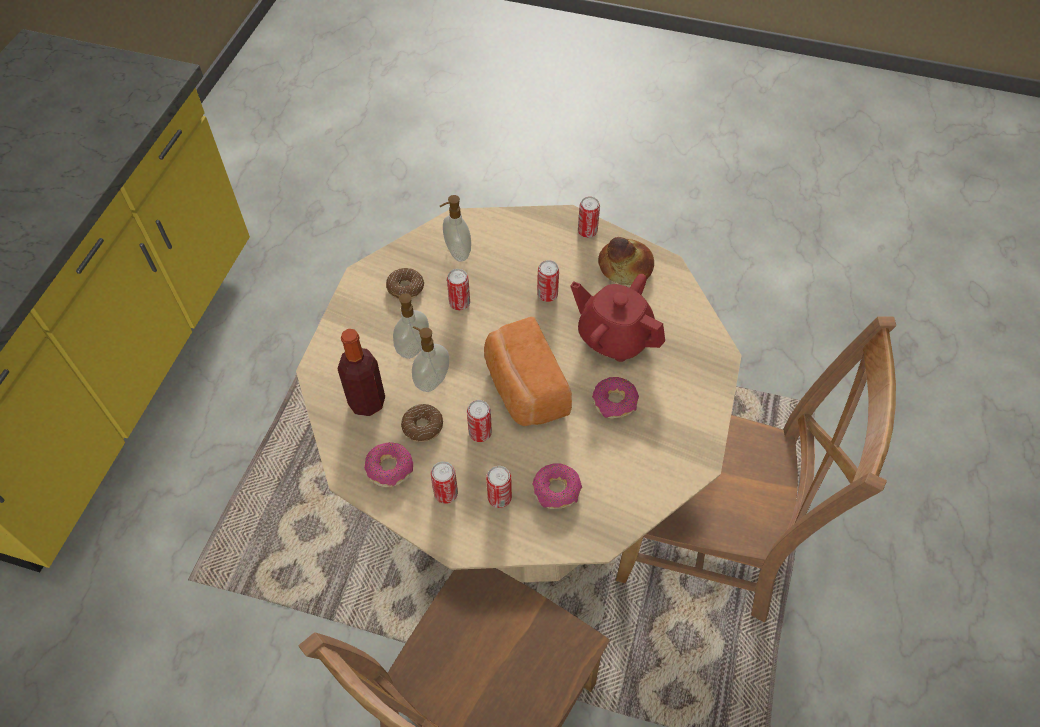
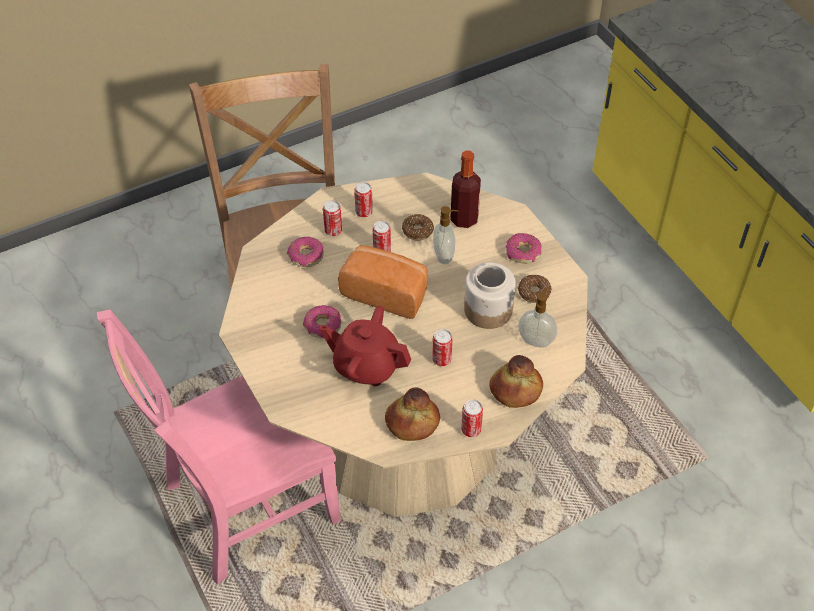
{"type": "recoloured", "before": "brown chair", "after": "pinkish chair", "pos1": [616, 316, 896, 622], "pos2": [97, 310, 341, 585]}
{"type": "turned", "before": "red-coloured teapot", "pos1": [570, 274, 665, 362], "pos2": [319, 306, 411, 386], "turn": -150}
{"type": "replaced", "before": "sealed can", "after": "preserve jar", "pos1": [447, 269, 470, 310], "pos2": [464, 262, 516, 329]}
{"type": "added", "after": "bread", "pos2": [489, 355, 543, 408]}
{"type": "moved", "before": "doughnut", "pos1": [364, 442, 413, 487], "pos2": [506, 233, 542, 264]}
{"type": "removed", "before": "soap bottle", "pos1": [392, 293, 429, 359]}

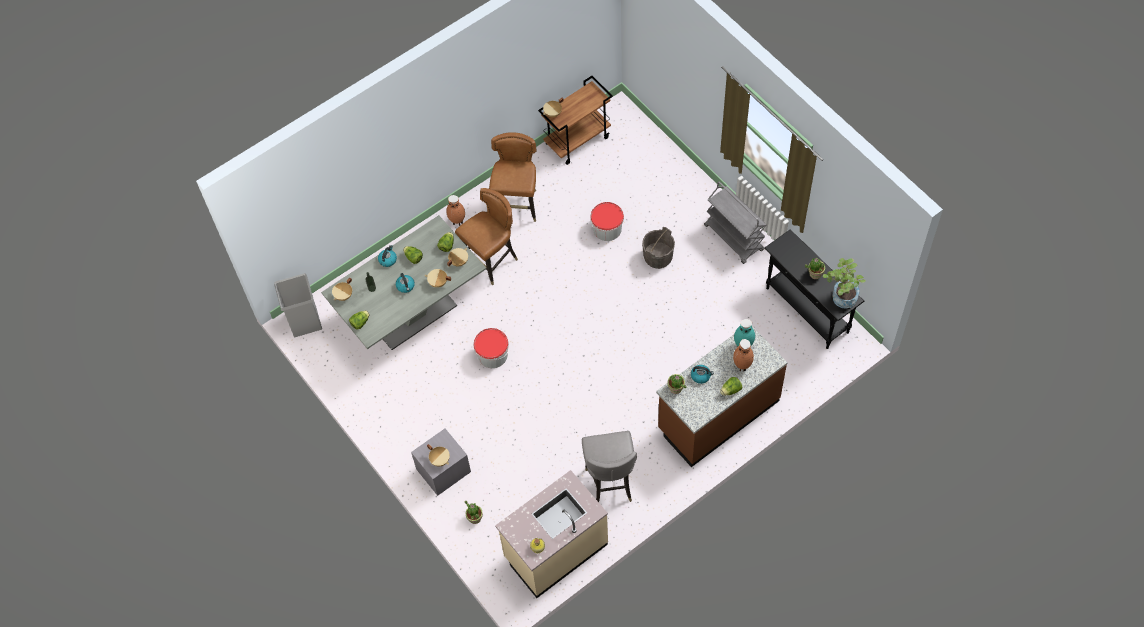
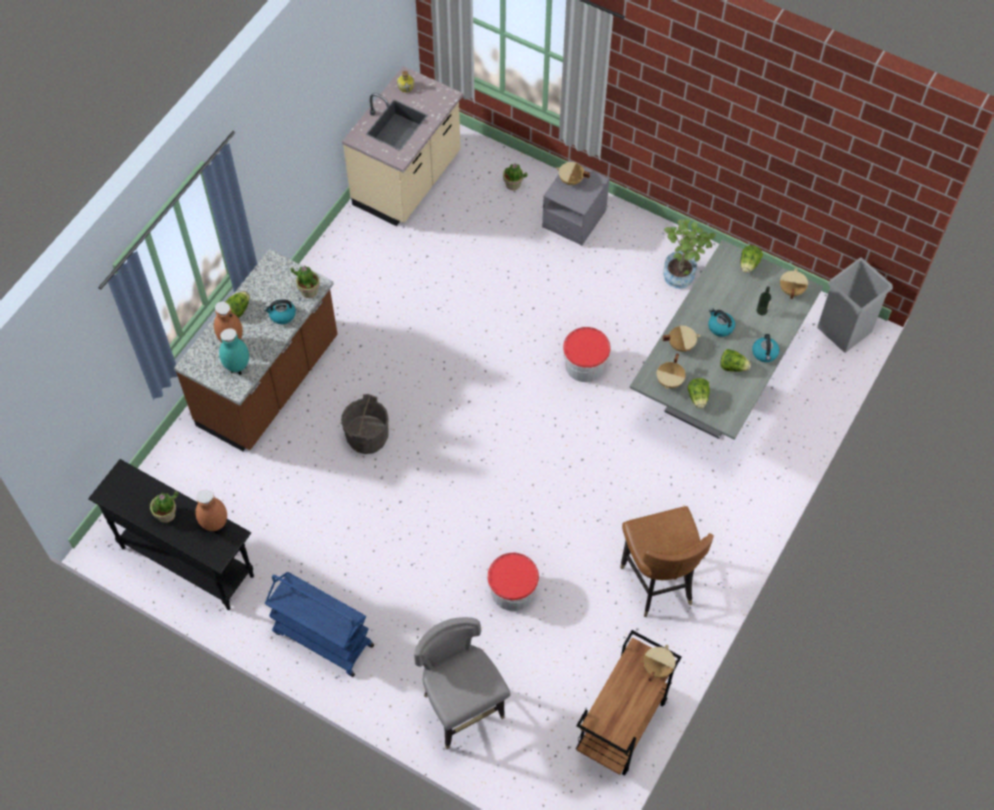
{"type": "moved", "before": "brown vase", "pos1": [446, 195, 465, 226], "pos2": [195, 490, 227, 534]}
{"type": "recoloured", "before": "greyish cart", "after": "blue cart", "pos1": [704, 182, 766, 264], "pos2": [265, 572, 374, 677]}
{"type": "moved", "before": "greyish pail", "pos1": [642, 227, 675, 269], "pos2": [341, 394, 389, 454]}
{"type": "moved", "before": "greyish chair", "pos1": [582, 431, 637, 502], "pos2": [414, 617, 511, 750]}
{"type": "moved", "before": "potted plant", "pos1": [823, 258, 866, 309], "pos2": [663, 219, 716, 289]}
{"type": "removed", "before": "brown chair", "pos1": [455, 188, 518, 285]}

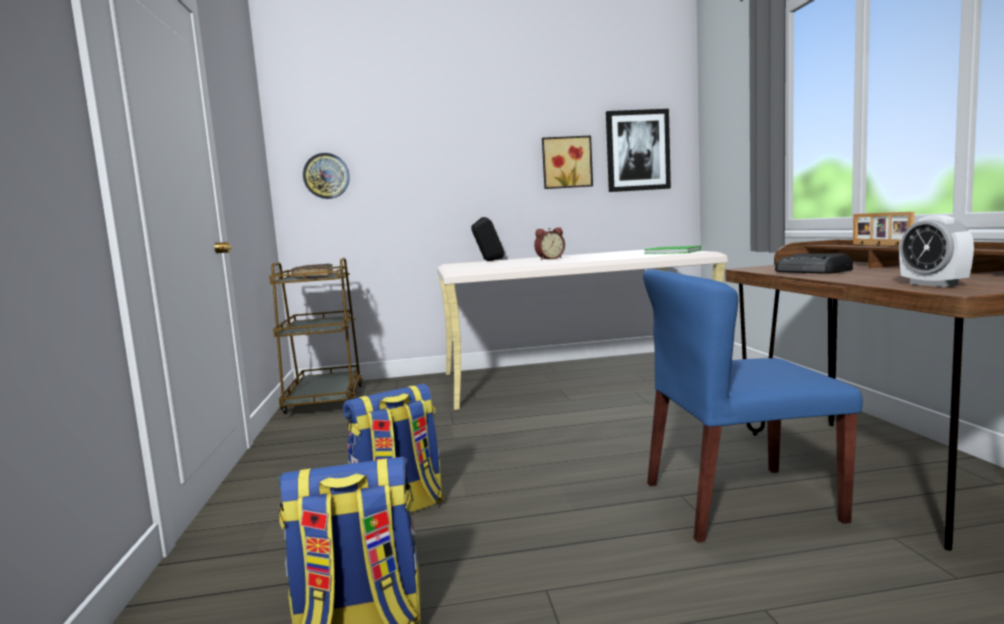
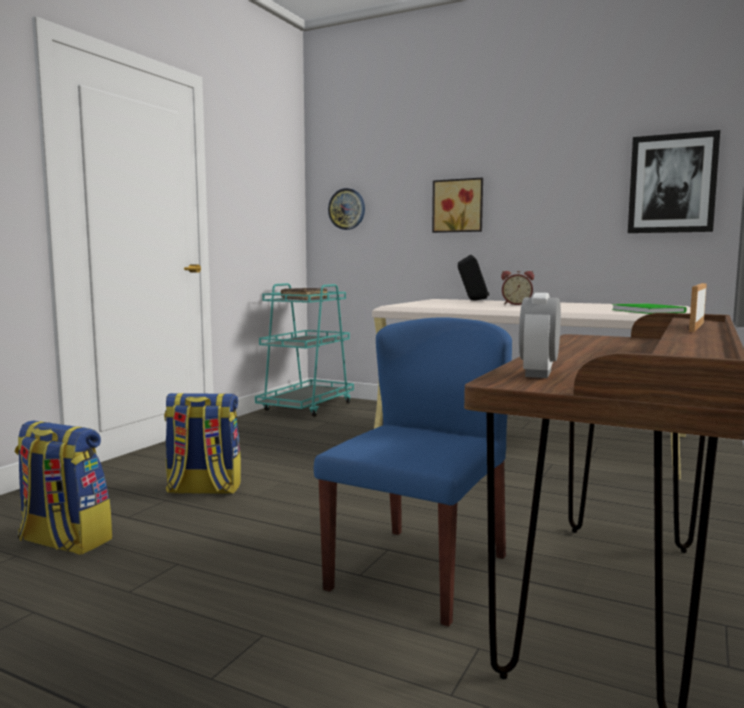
{"type": "recoloured", "before": "brown cart", "after": "blue-green cart", "pos1": [269, 258, 363, 414], "pos2": [255, 283, 354, 417]}
{"type": "turned", "before": "blue chair", "pos1": [643, 269, 863, 543], "pos2": [314, 317, 512, 627], "turn": 90}
{"type": "moved", "before": "picture", "pos1": [542, 136, 593, 189], "pos2": [432, 178, 483, 233]}
{"type": "removed", "before": "radio set", "pos1": [775, 253, 853, 274]}

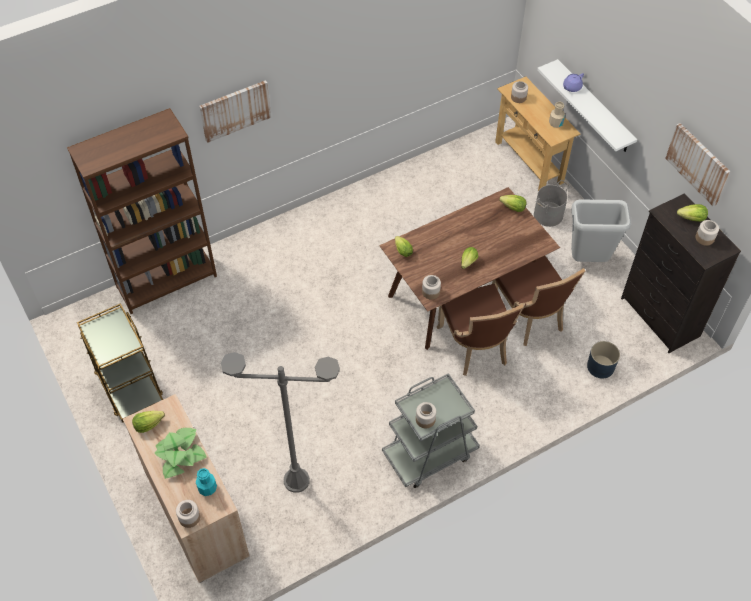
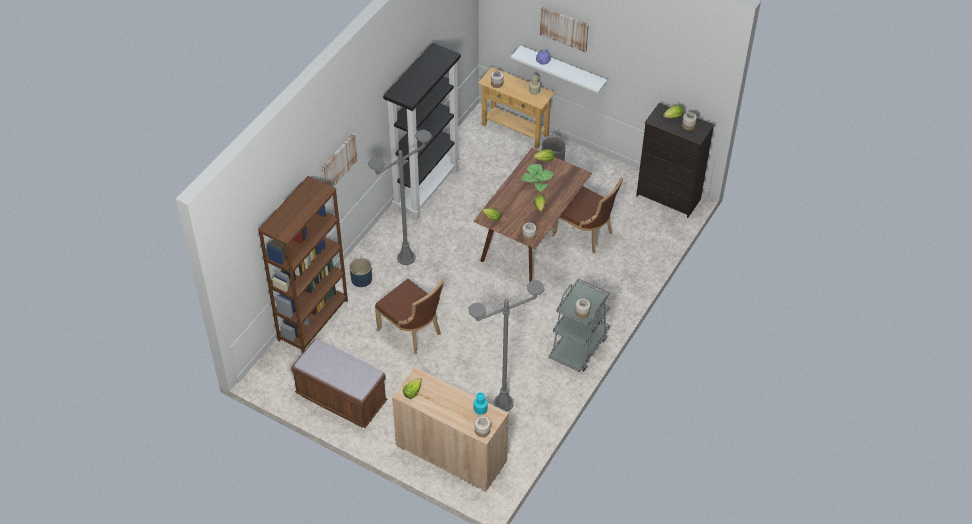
{"type": "replaced", "before": "brown cart", "after": "brown bench", "pos1": [77, 303, 163, 423], "pos2": [291, 339, 387, 428]}
{"type": "moved", "before": "blue flower pot", "pos1": [587, 341, 620, 378], "pos2": [349, 258, 372, 287]}
{"type": "added", "after": "greyish floor lamp", "pos2": [368, 129, 432, 265]}
{"type": "moved", "before": "brown chair", "pos1": [437, 284, 524, 376], "pos2": [375, 279, 444, 354]}
{"type": "added", "after": "blackish bookcase", "pos2": [383, 43, 461, 220]}
{"type": "moved", "before": "potted plant", "pos1": [154, 428, 207, 479], "pos2": [521, 164, 554, 192]}
{"type": "moved", "before": "picture", "pos1": [665, 123, 730, 206], "pos2": [540, 6, 589, 52]}
{"type": "removed", "before": "greyish trash can", "pos1": [571, 200, 631, 262]}

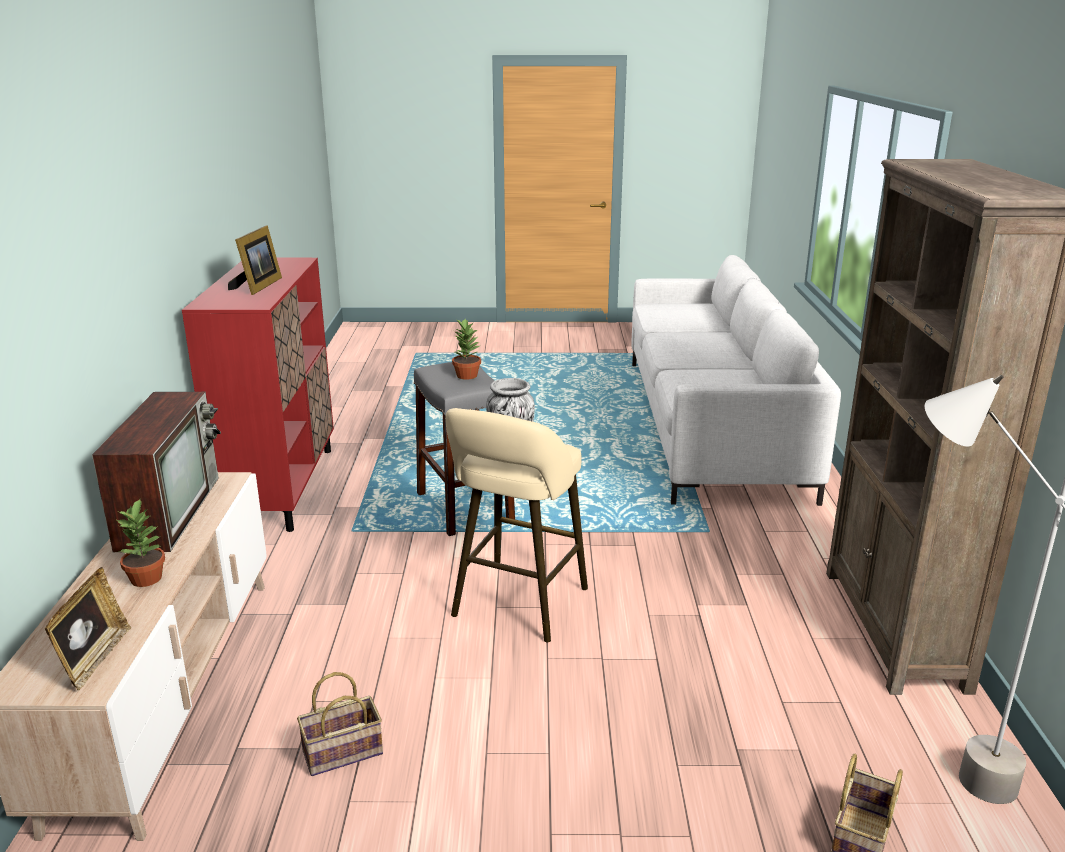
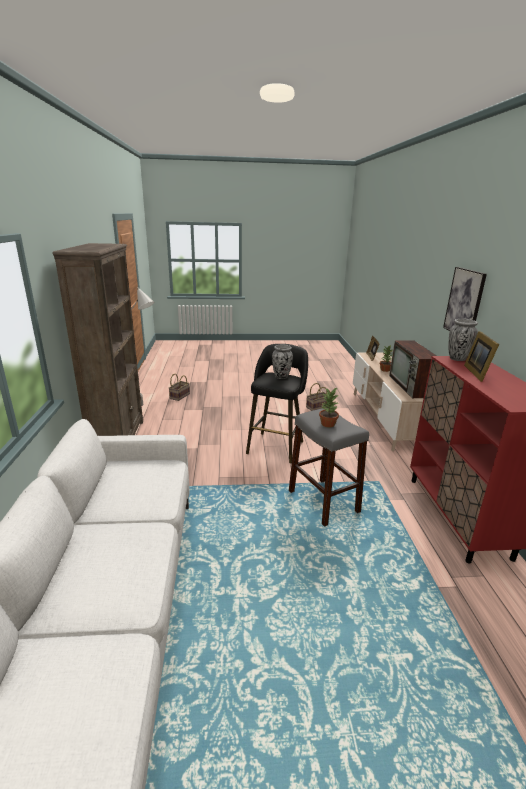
{"type": "recoloured", "before": "beige-coloured stool", "after": "blackish stool", "pos1": [445, 408, 588, 642], "pos2": [246, 344, 308, 463]}
{"type": "added", "after": "picture", "pos2": [443, 267, 487, 331]}
{"type": "added", "after": "vase", "pos2": [448, 319, 478, 361]}

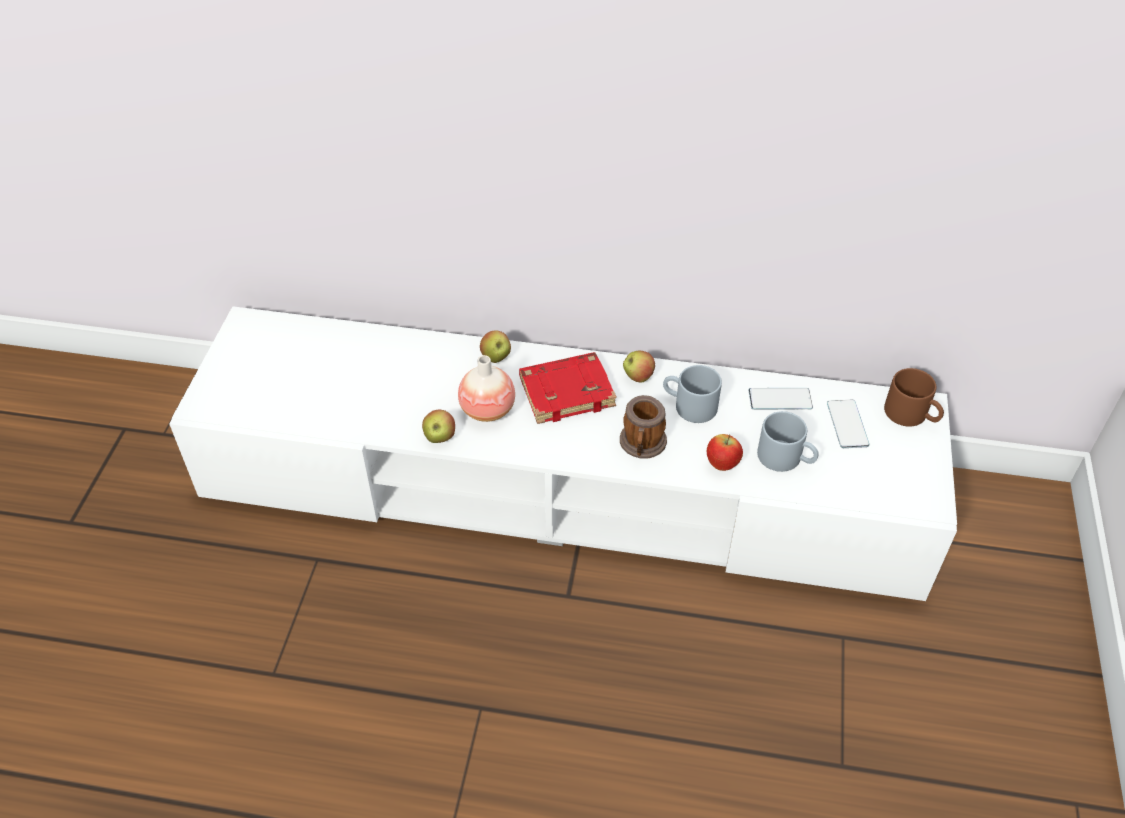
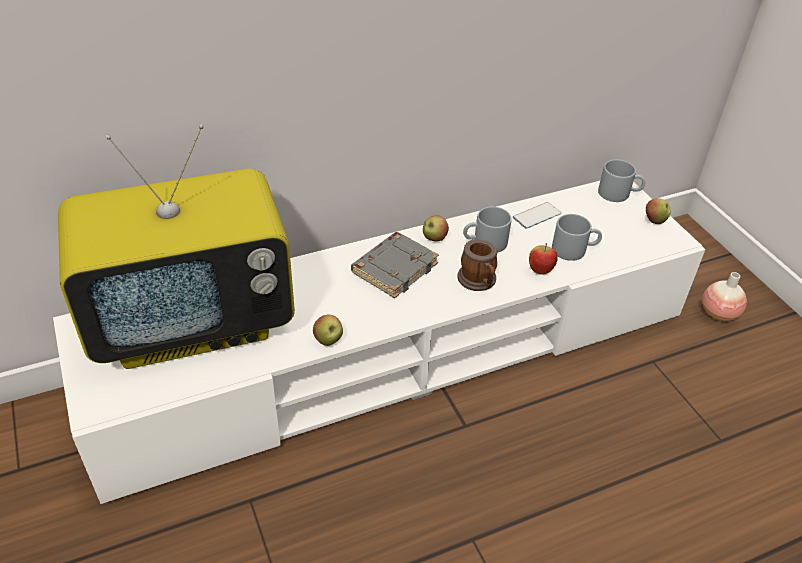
{"type": "added", "after": "television", "pos2": [58, 124, 295, 369]}
{"type": "recoloured", "before": "red-coloured book", "after": "greyish book", "pos1": [519, 352, 617, 424], "pos2": [351, 232, 439, 299]}
{"type": "recoloured", "before": "brown coffee mug", "after": "greyish coffee mug", "pos1": [884, 368, 944, 427], "pos2": [598, 160, 645, 202]}
{"type": "moved", "before": "apple fruit", "pos1": [480, 330, 511, 363], "pos2": [646, 198, 671, 224]}
{"type": "moved", "before": "vase", "pos1": [458, 355, 515, 422], "pos2": [702, 272, 747, 321]}
{"type": "removed", "before": "telephone", "pos1": [827, 400, 870, 448]}

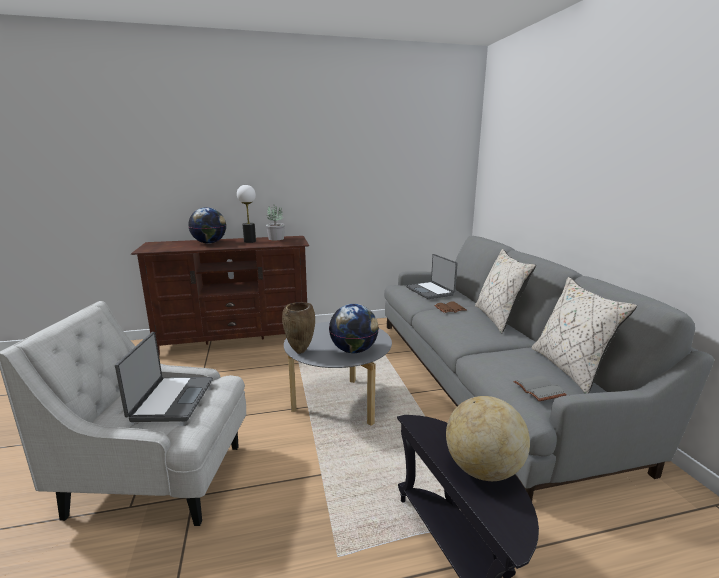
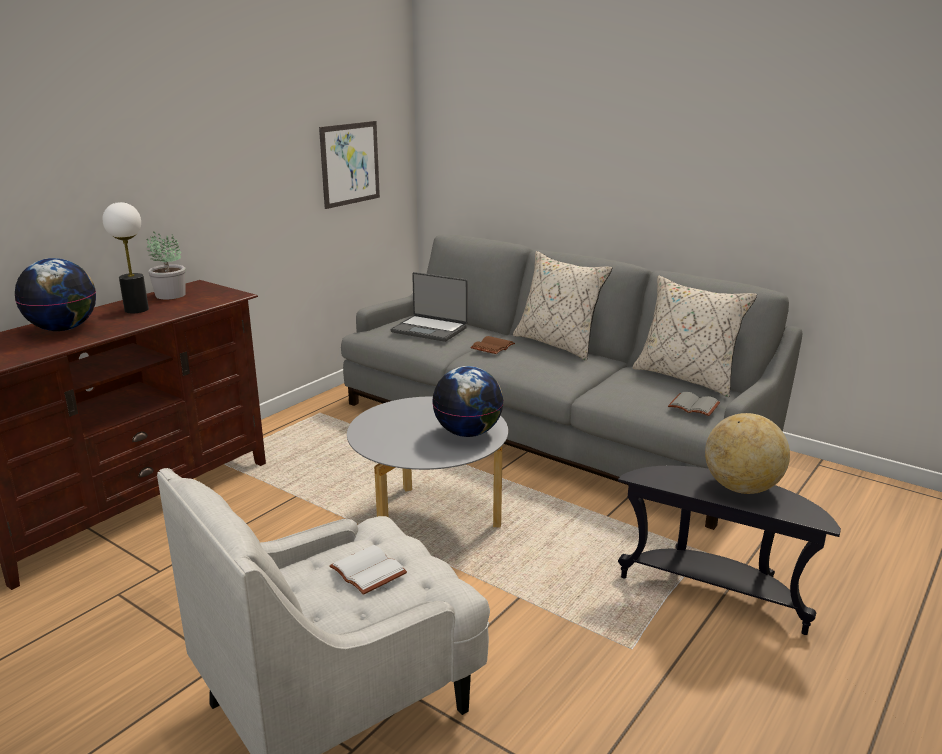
{"type": "added", "after": "picture", "pos2": [319, 121, 380, 209]}
{"type": "replaced", "before": "laptop", "after": "whitish book", "pos1": [115, 332, 213, 422], "pos2": [329, 545, 407, 595]}
{"type": "removed", "before": "brown vase", "pos1": [282, 302, 315, 354]}

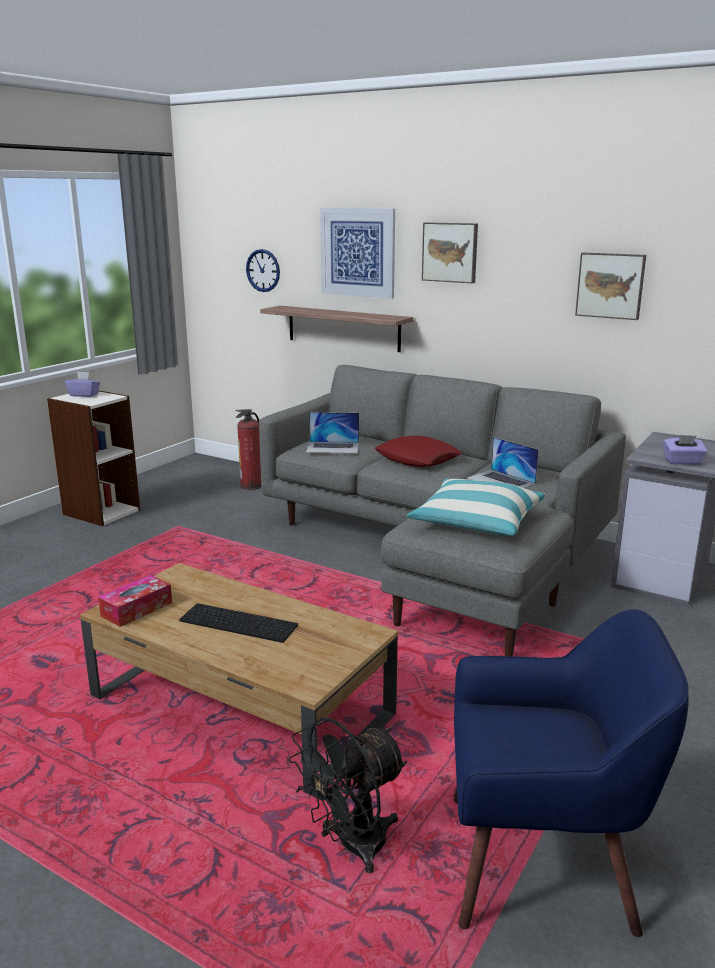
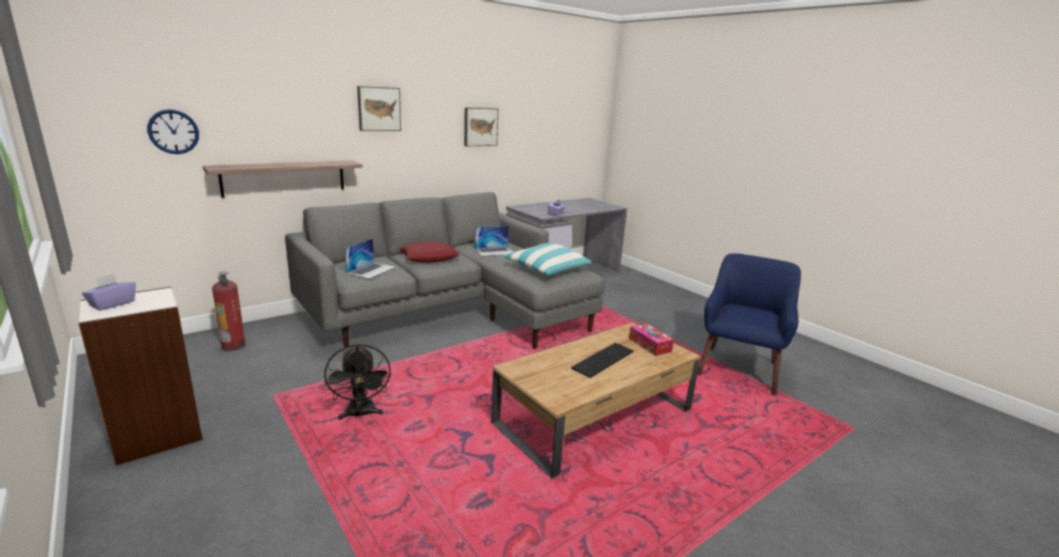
{"type": "moved", "before": "blackish fan", "pos1": [288, 717, 407, 873], "pos2": [324, 344, 391, 420]}
{"type": "moved", "before": "box of tissues", "pos1": [98, 575, 172, 627], "pos2": [629, 323, 674, 356]}
{"type": "removed", "before": "picture", "pos1": [320, 208, 395, 299]}

